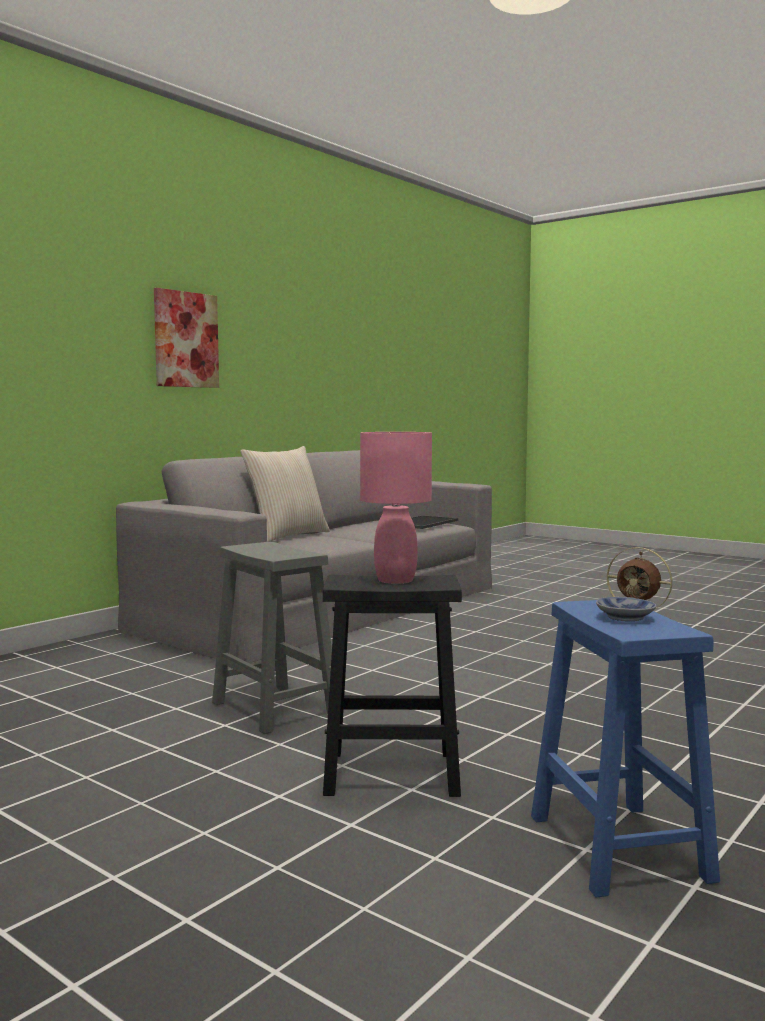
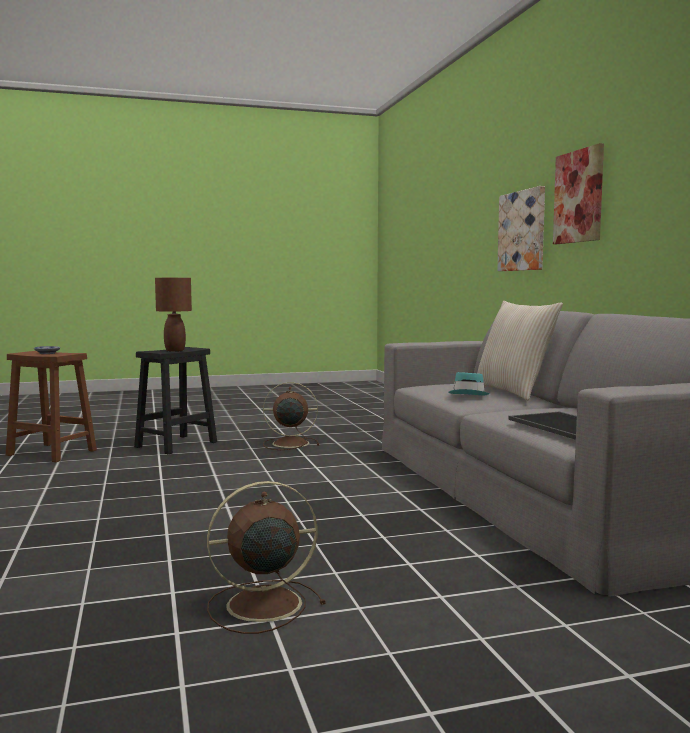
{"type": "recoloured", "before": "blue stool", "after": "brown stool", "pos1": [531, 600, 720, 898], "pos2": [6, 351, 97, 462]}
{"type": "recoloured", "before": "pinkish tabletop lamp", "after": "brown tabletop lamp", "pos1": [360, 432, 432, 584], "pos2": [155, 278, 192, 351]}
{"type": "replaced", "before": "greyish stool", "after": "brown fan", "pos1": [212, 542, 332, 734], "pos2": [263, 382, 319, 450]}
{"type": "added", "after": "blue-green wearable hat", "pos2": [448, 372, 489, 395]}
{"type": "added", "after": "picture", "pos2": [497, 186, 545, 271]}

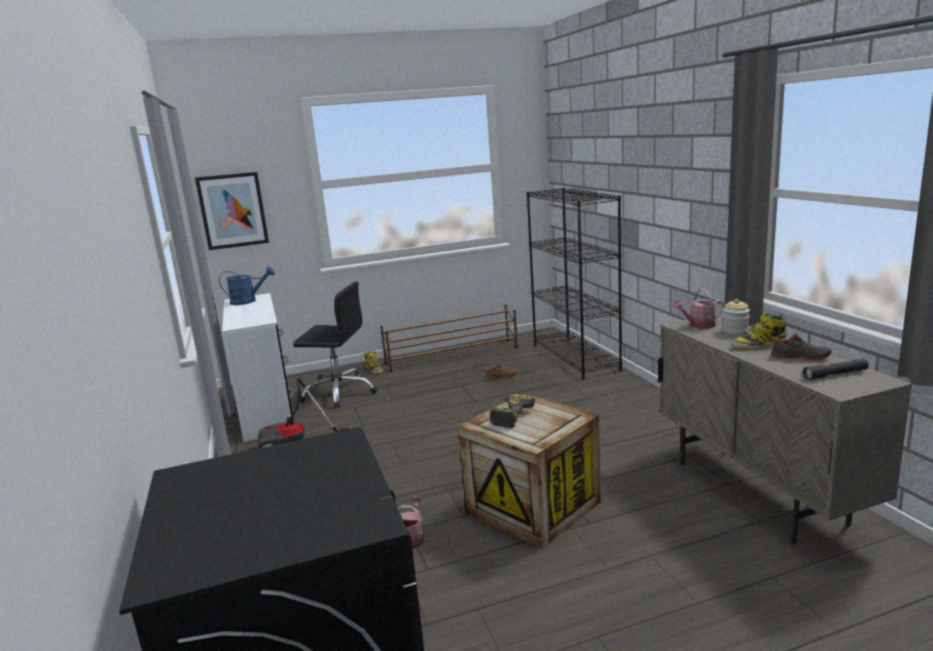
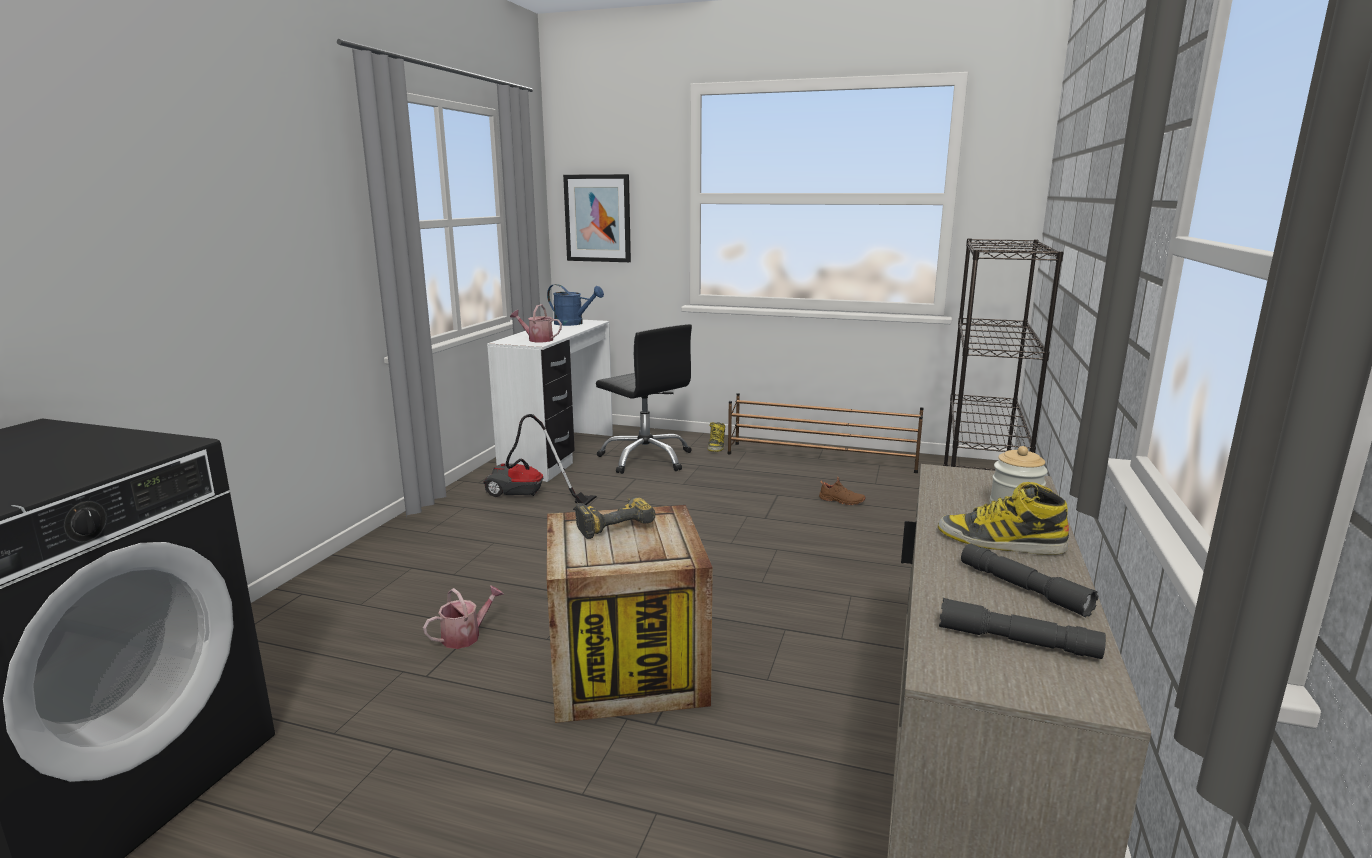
{"type": "moved", "before": "sprinkling can", "pos1": [672, 289, 724, 329], "pos2": [510, 304, 562, 342]}
{"type": "replaced", "before": "blackish item of footwear", "after": "greyish torch", "pos1": [771, 330, 832, 361], "pos2": [961, 543, 1098, 617]}

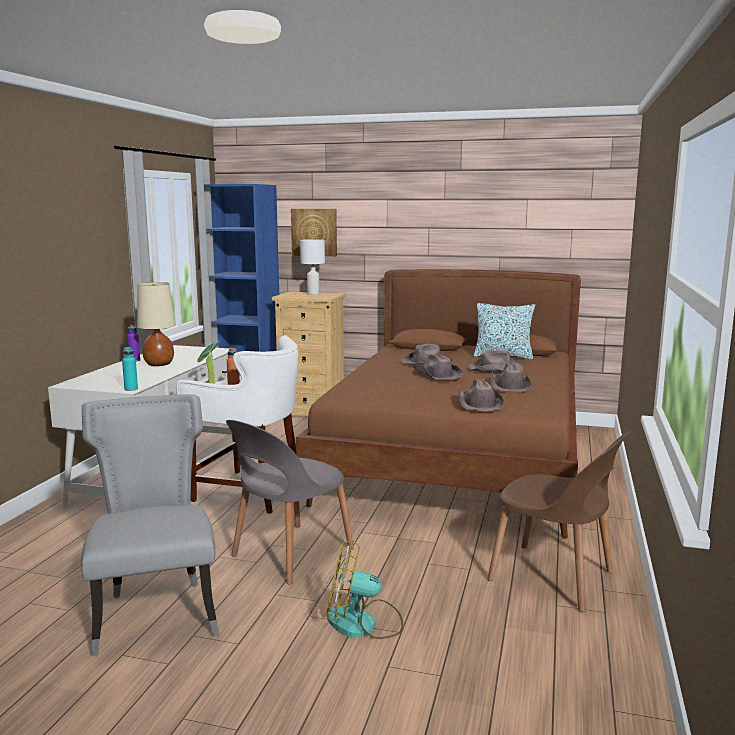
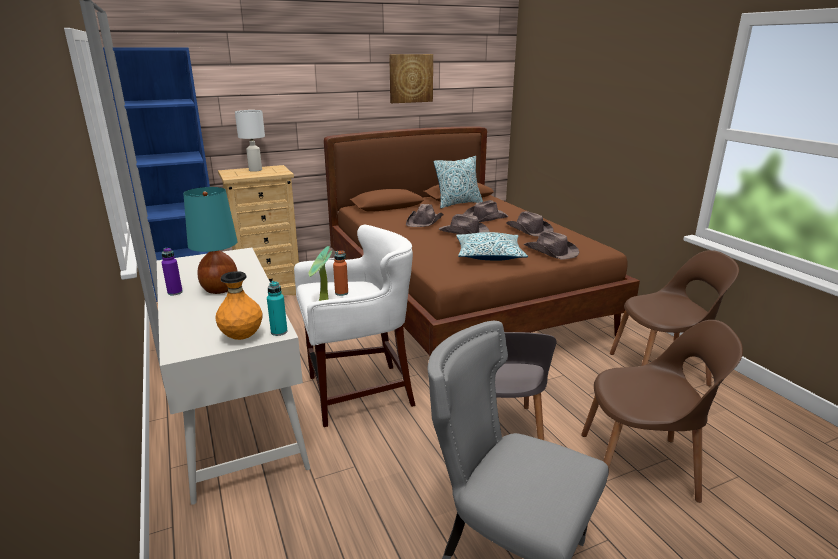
{"type": "recoloured", "before": "beige-coloured tabletop lamp", "after": "blue-green tabletop lamp", "pos1": [137, 282, 176, 366], "pos2": [183, 187, 238, 294]}
{"type": "added", "after": "orange vase", "pos2": [215, 271, 263, 340]}
{"type": "moved", "before": "picture", "pos1": [291, 209, 337, 256], "pos2": [389, 54, 433, 103]}
{"type": "added", "after": "pillow", "pos2": [456, 232, 528, 261]}
{"type": "replaced", "before": "fan", "after": "brown chair", "pos1": [327, 540, 403, 639], "pos2": [581, 320, 743, 503]}

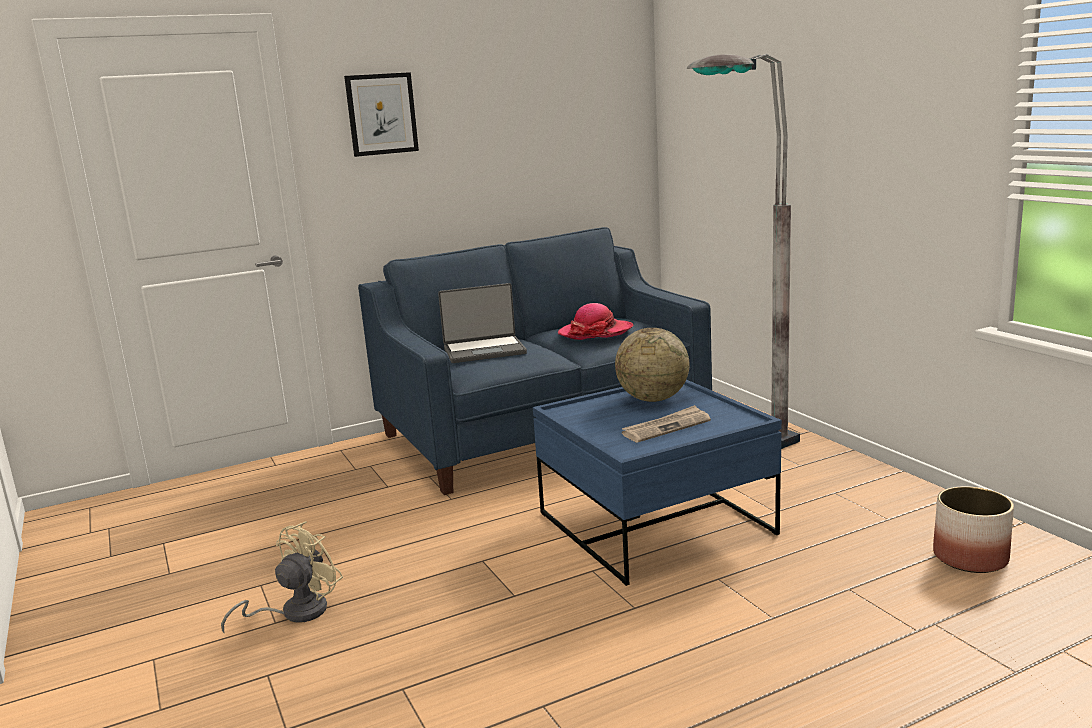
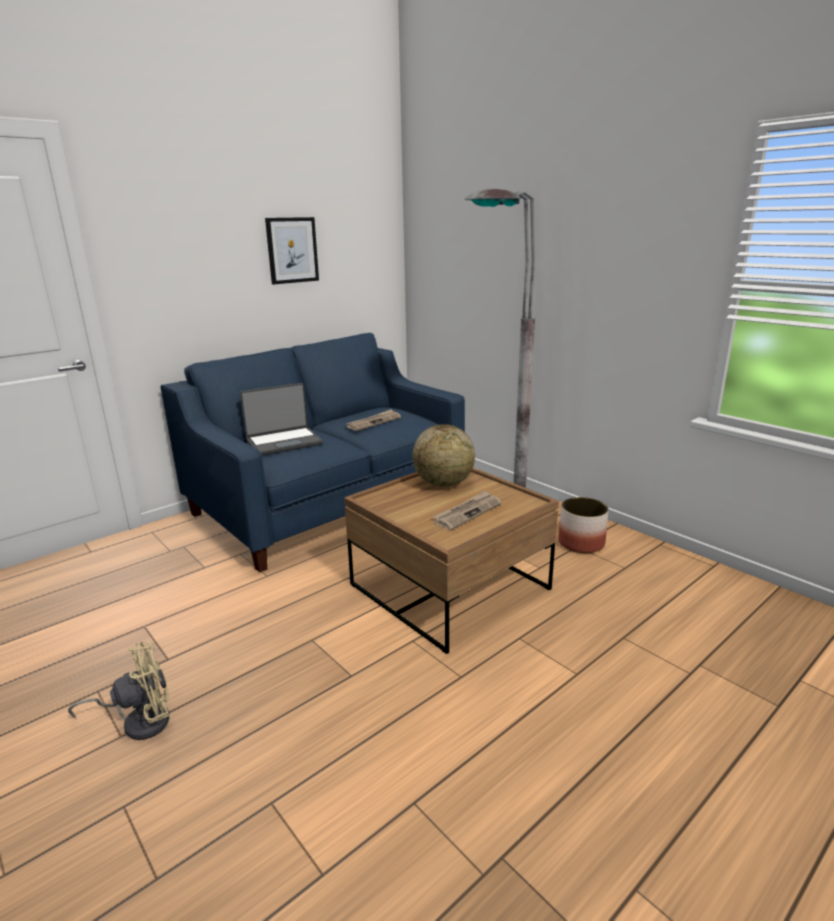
{"type": "turned", "before": "beige-coloured fan", "pos1": [221, 521, 343, 634], "pos2": [68, 642, 169, 740], "turn": 45}
{"type": "moved", "before": "picture", "pos1": [344, 72, 419, 157], "pos2": [265, 217, 319, 285]}
{"type": "recoloured", "before": "blue coffee table", "after": "brown coffee table", "pos1": [533, 380, 782, 586], "pos2": [344, 468, 559, 654]}
{"type": "replaced", "before": "wearable hat", "after": "printed paper", "pos1": [558, 303, 633, 340], "pos2": [346, 409, 401, 431]}
{"type": "moved", "before": "flower pot", "pos1": [933, 486, 1014, 573], "pos2": [558, 497, 609, 553]}

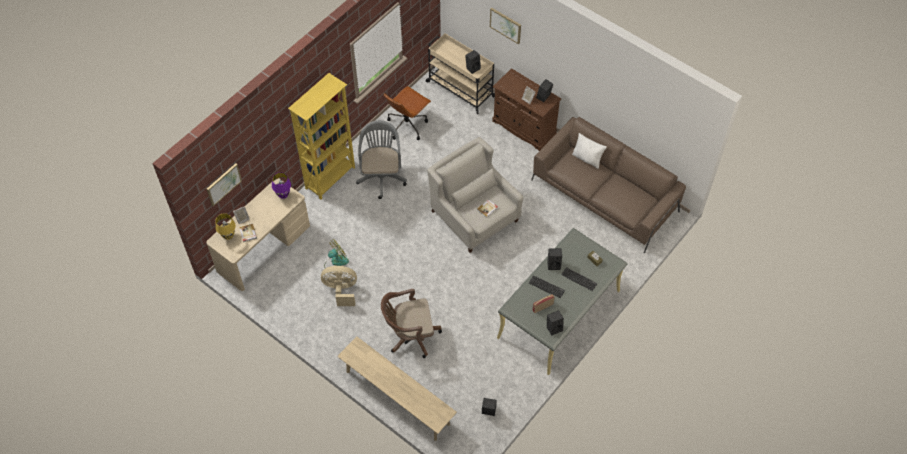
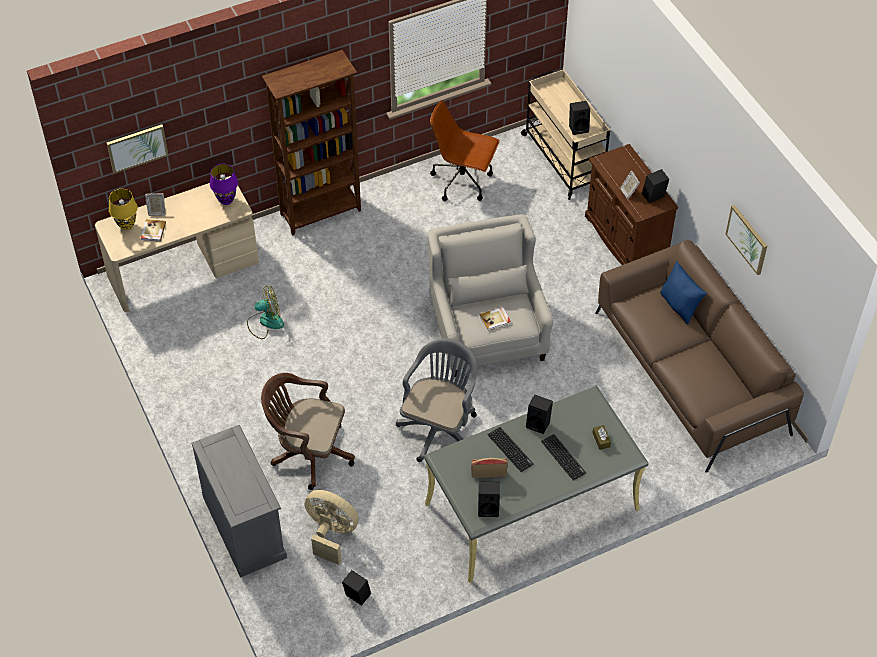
{"type": "replaced", "before": "beige-coloured bench", "after": "greyish dresser", "pos1": [337, 336, 457, 441], "pos2": [191, 425, 287, 577]}
{"type": "recoloured", "before": "yellow-coloured bookcase", "after": "brown bookcase", "pos1": [288, 73, 355, 200], "pos2": [262, 50, 361, 236]}
{"type": "moved", "before": "beige-coloured fan", "pos1": [321, 266, 357, 306], "pos2": [305, 490, 359, 565]}
{"type": "moved", "before": "greyish desk chair", "pos1": [356, 120, 407, 199], "pos2": [396, 338, 477, 462]}
{"type": "turned", "before": "brown desk chair", "pos1": [384, 86, 431, 140], "pos2": [430, 100, 500, 201], "turn": 45}
{"type": "recoloured", "before": "whitish pillow", "after": "blue pillow", "pos1": [572, 133, 607, 169], "pos2": [660, 261, 707, 324]}
{"type": "moved", "before": "picture", "pos1": [490, 8, 521, 44], "pos2": [726, 205, 767, 275]}

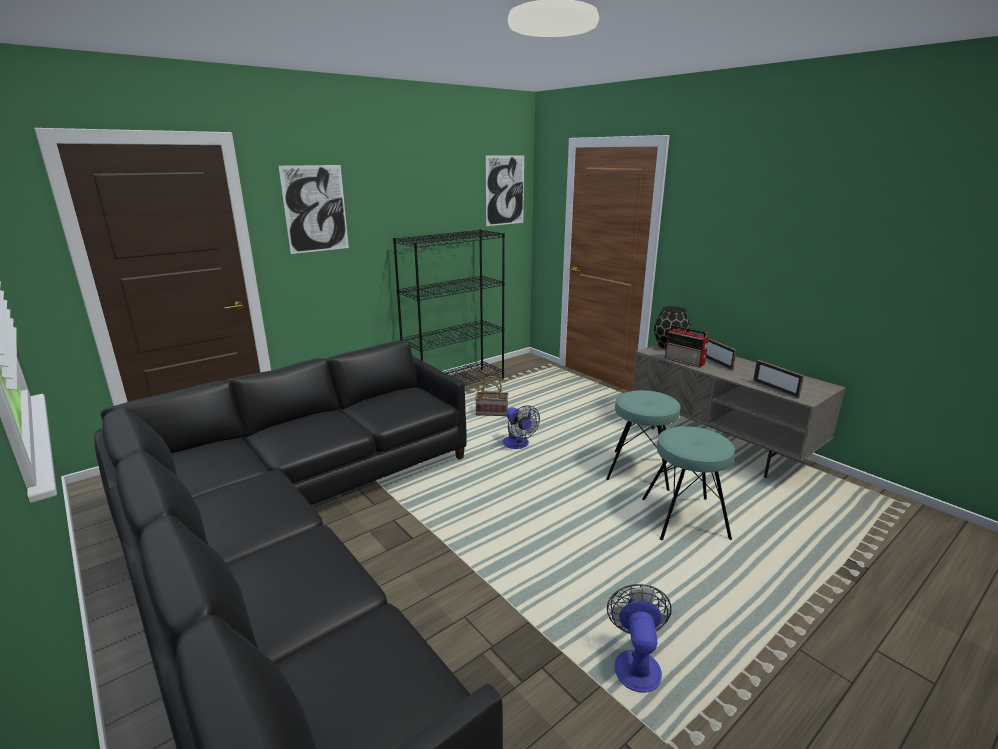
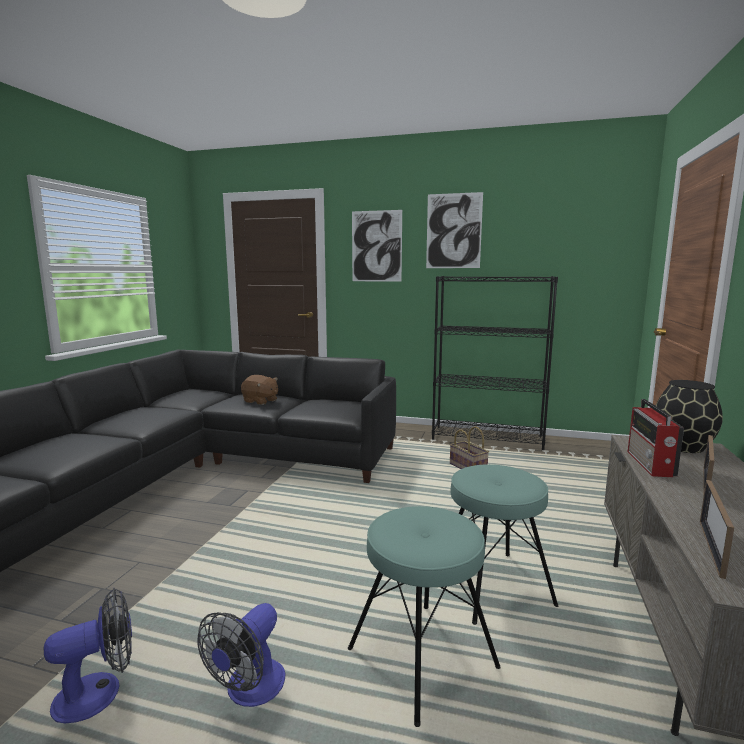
{"type": "moved", "before": "fan", "pos1": [503, 405, 540, 449], "pos2": [197, 603, 285, 707]}
{"type": "added", "after": "brown plush toy", "pos2": [241, 375, 278, 405]}
{"type": "moved", "before": "picture", "pos1": [486, 156, 524, 226], "pos2": [426, 192, 483, 268]}

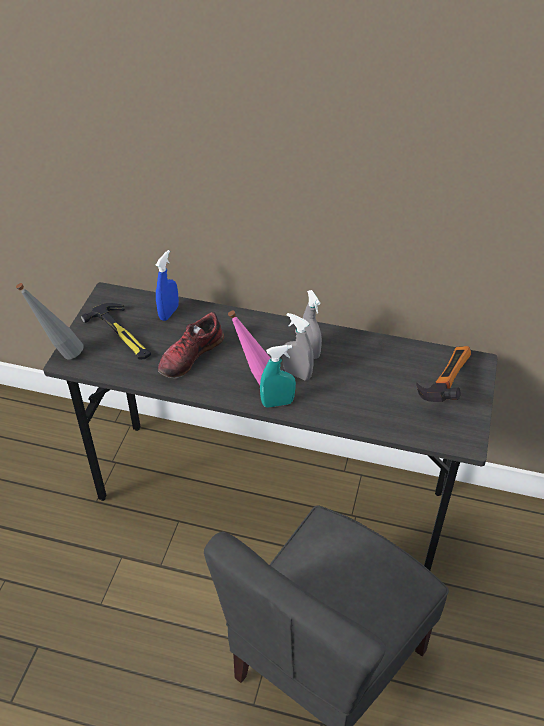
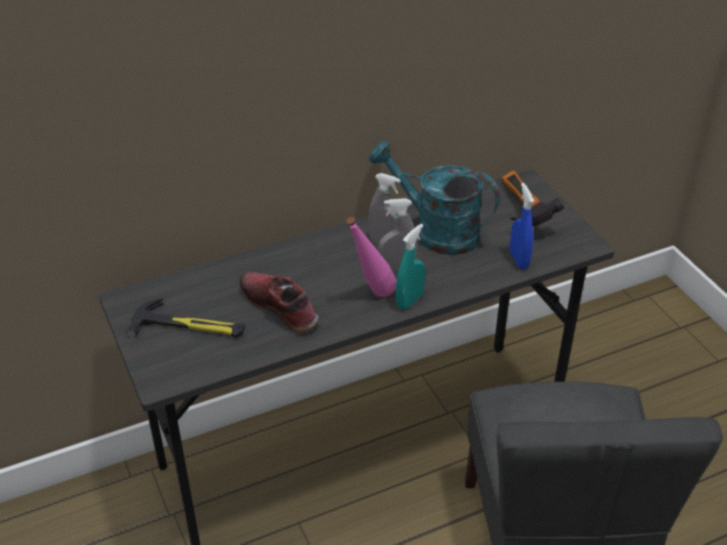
{"type": "turned", "before": "item of footwear", "pos1": [158, 312, 224, 379], "pos2": [239, 272, 319, 333], "turn": 135}
{"type": "added", "after": "blue-green sprinkling can", "pos2": [369, 141, 500, 255]}
{"type": "moved", "before": "blue hand sprayer", "pos1": [156, 250, 179, 321], "pos2": [510, 183, 534, 269]}
{"type": "removed", "before": "greyish drink bottle", "pos1": [16, 283, 84, 359]}

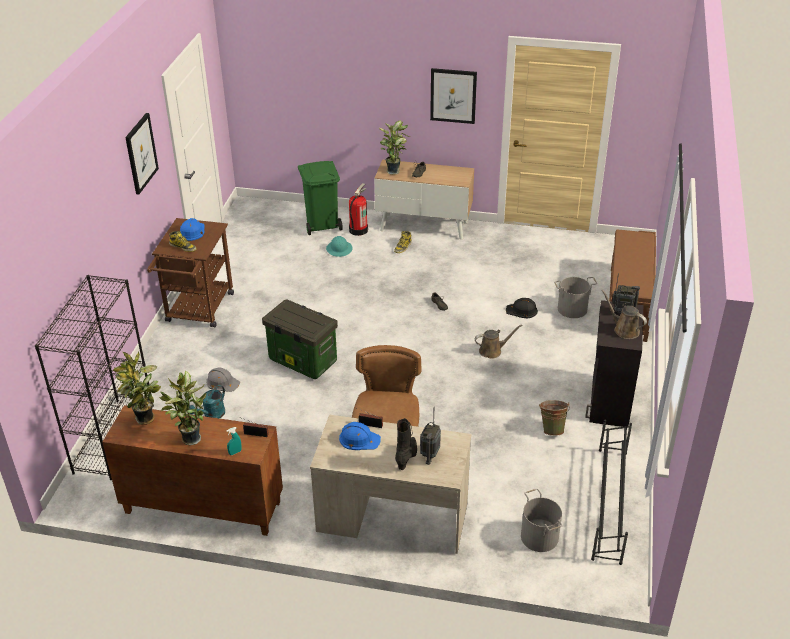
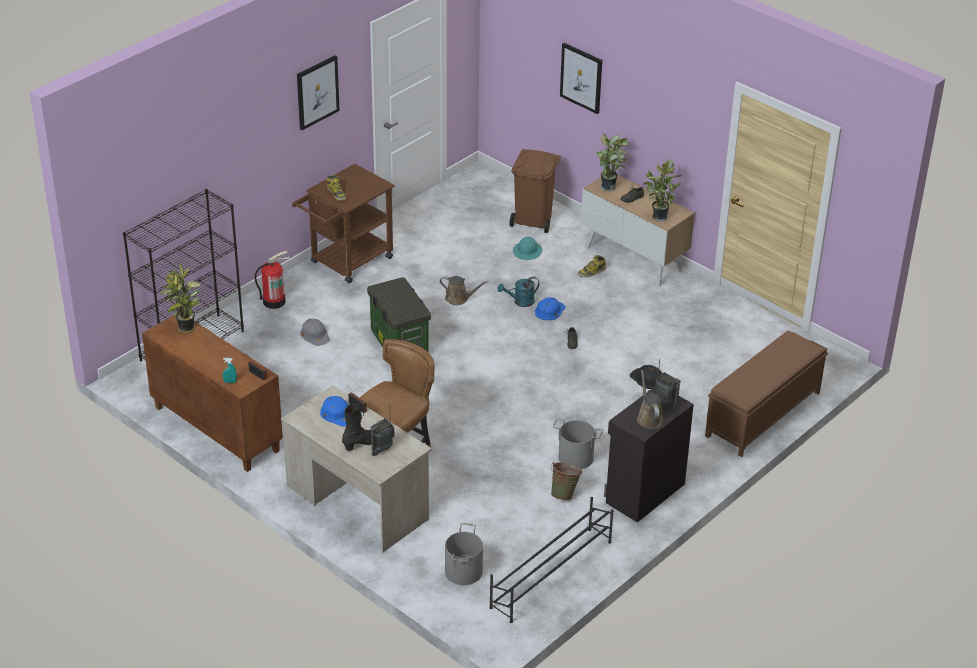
{"type": "moved", "before": "fire extinguisher", "pos1": [349, 183, 368, 236], "pos2": [254, 251, 290, 309]}
{"type": "moved", "before": "brown sprinkling can", "pos1": [475, 324, 523, 359], "pos2": [440, 276, 488, 305]}
{"type": "moved", "before": "blue-green sprinkling can", "pos1": [189, 385, 225, 419], "pos2": [497, 277, 539, 307]}
{"type": "recoloured", "before": "greenish trash can", "after": "brown trash can", "pos1": [298, 161, 343, 235], "pos2": [509, 149, 561, 233]}
{"type": "moved", "before": "blue safety helmet", "pos1": [180, 218, 205, 241], "pos2": [535, 297, 565, 320]}
{"type": "moved", "before": "greyish pail", "pos1": [554, 277, 597, 318], "pos2": [553, 419, 603, 469]}
{"type": "moved", "before": "picture", "pos1": [430, 68, 477, 124], "pos2": [560, 43, 602, 114]}
{"type": "moved", "before": "potted plant", "pos1": [159, 370, 207, 445], "pos2": [643, 159, 682, 222]}

